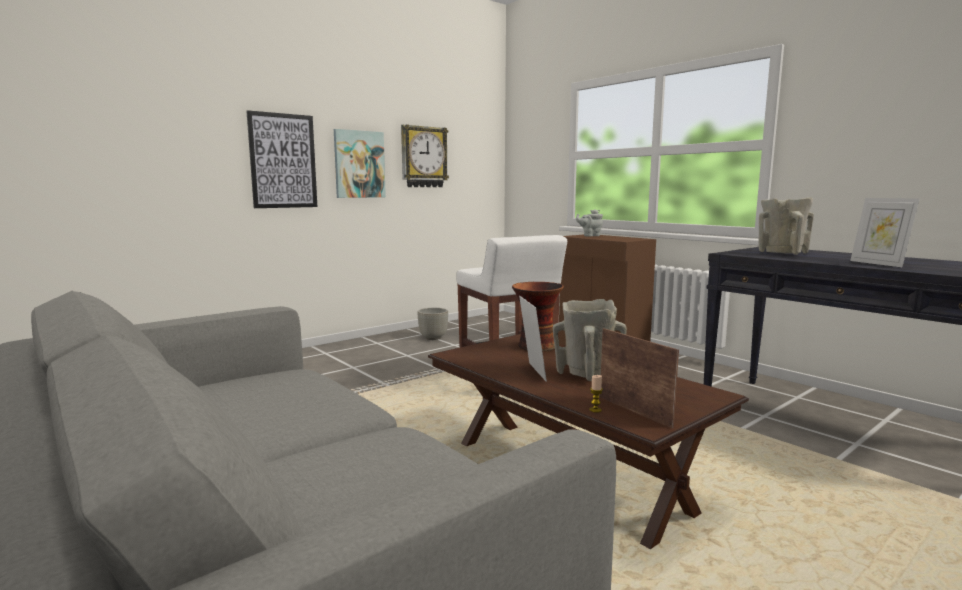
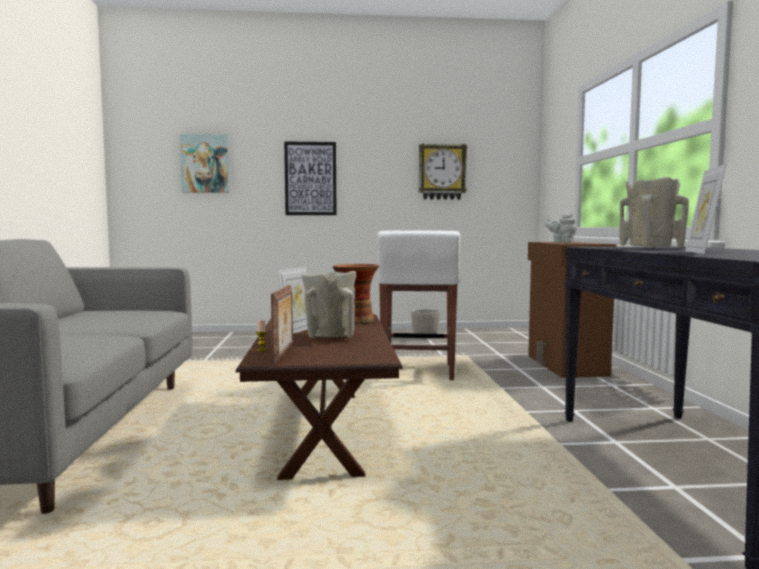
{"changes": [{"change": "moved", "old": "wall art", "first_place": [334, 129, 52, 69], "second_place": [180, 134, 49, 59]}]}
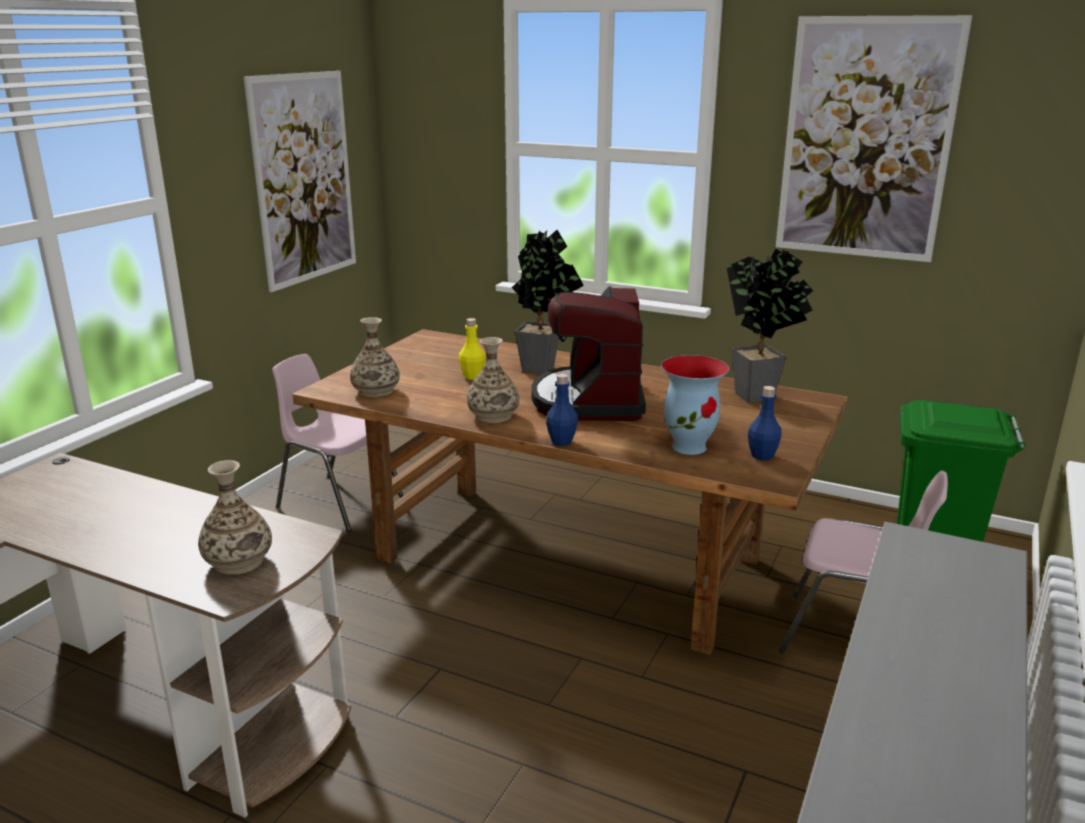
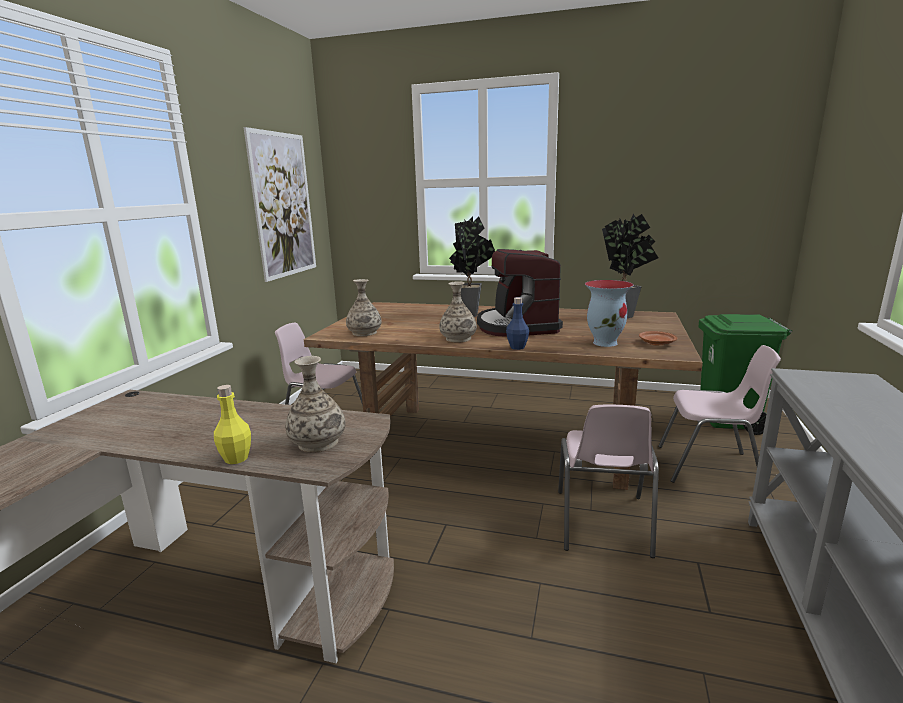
{"changes": [{"change": "removed", "old": "wall art", "first_place": [776, 15, 196, 247]}, {"change": "added", "new": "pinkish upright chair", "second_place": [558, 405, 101, 153]}, {"change": "moved", "old": "yellow bottle", "first_place": [459, 318, 27, 62], "second_place": [214, 385, 37, 79]}, {"change": "replaced", "old": "blue bottle", "new": "brown plate", "first_place": [748, 386, 34, 75], "second_place": [639, 331, 38, 15]}]}
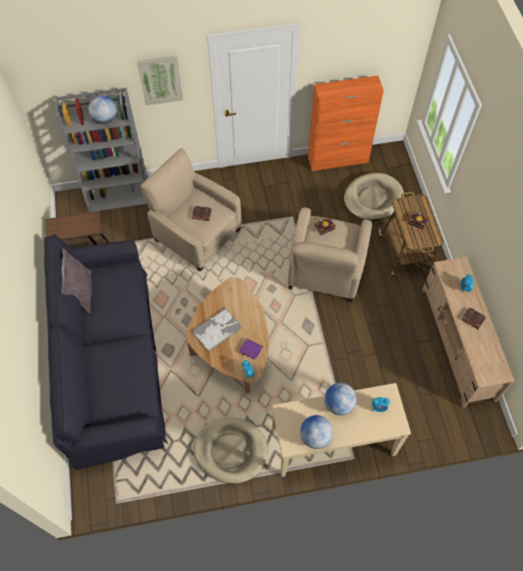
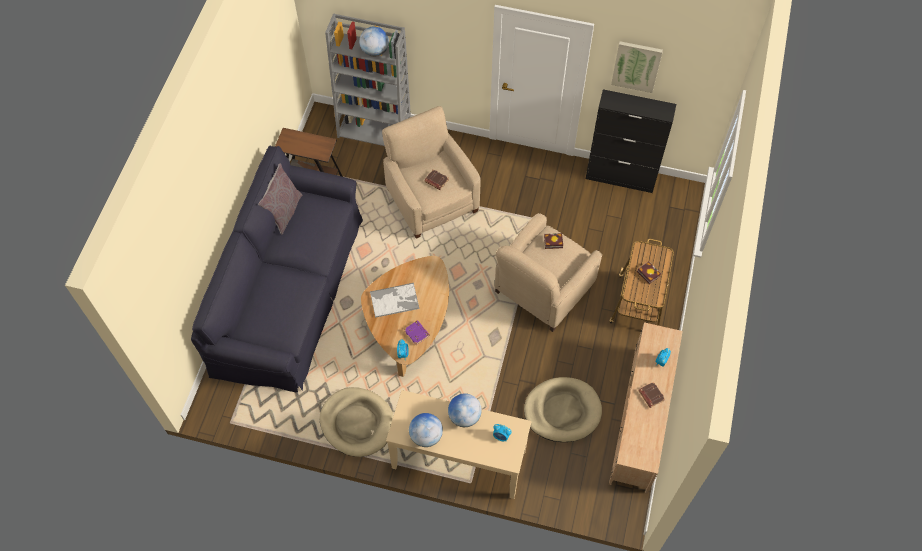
{"changes": [{"change": "moved", "old": "wall art", "first_place": [137, 56, 46, 49], "second_place": [611, 41, 52, 52]}, {"change": "moved", "old": "sand-coloured dog bed", "first_place": [344, 173, 60, 48], "second_place": [524, 377, 78, 65]}, {"change": "recoloured", "old": "orange cupboard", "new": "black cupboard", "first_place": [308, 76, 76, 95], "second_place": [586, 89, 90, 104]}]}
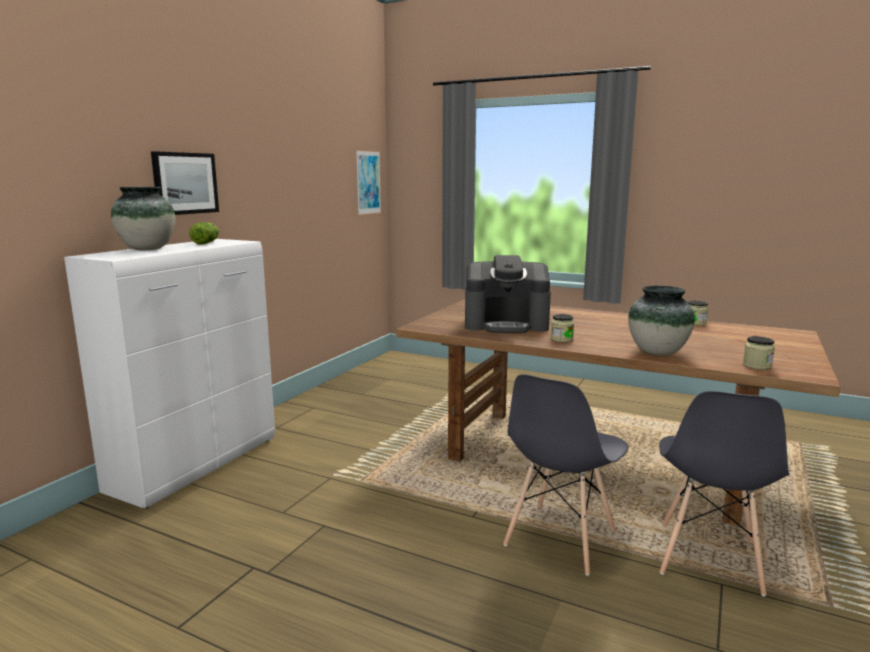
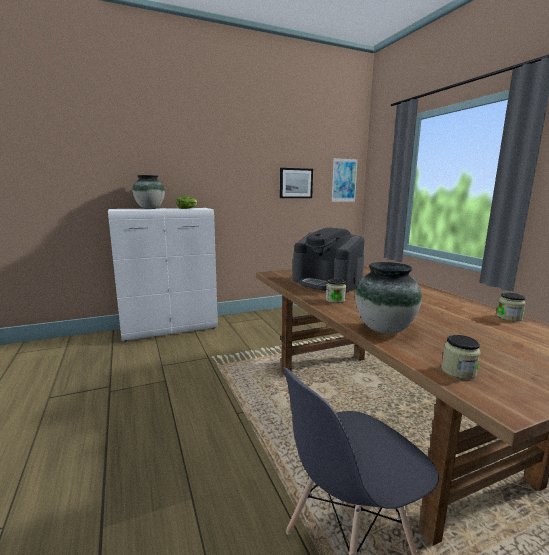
{"changes": [{"change": "removed", "old": "grey upright chair", "first_place": [503, 374, 125, 202]}, {"change": "moved", "old": "wall art", "first_place": [151, 151, 68, 64], "second_place": [280, 168, 33, 30]}]}
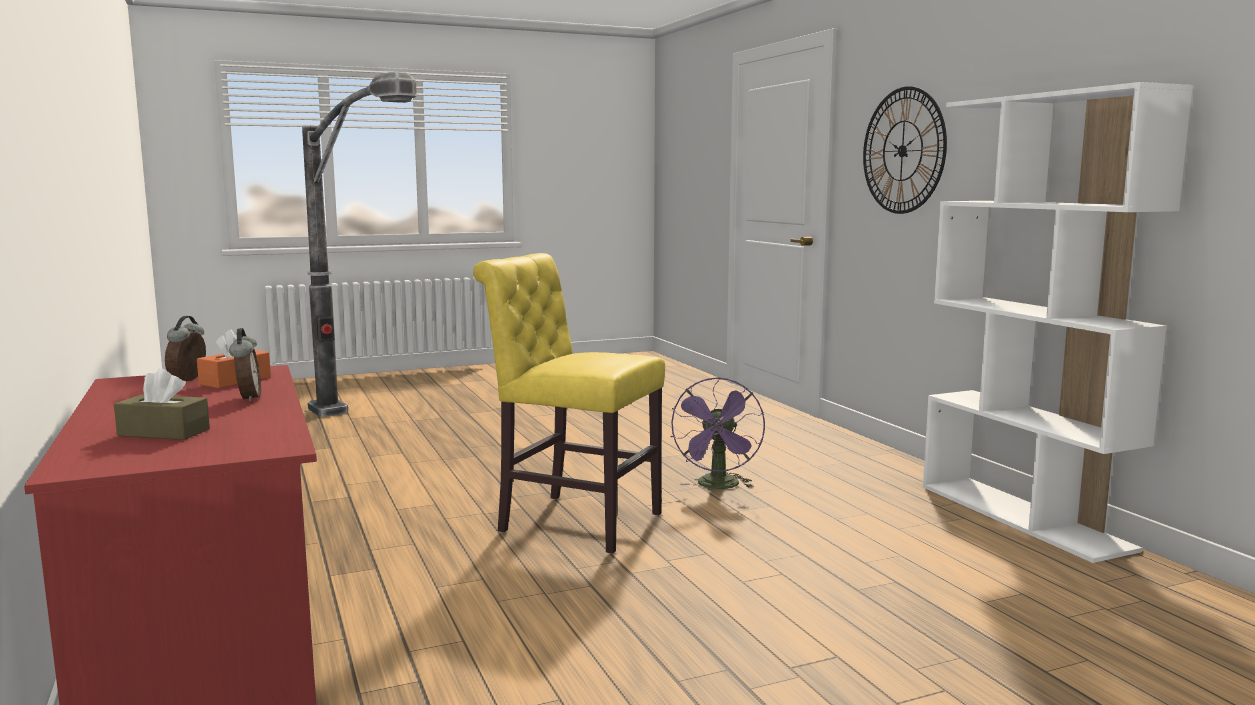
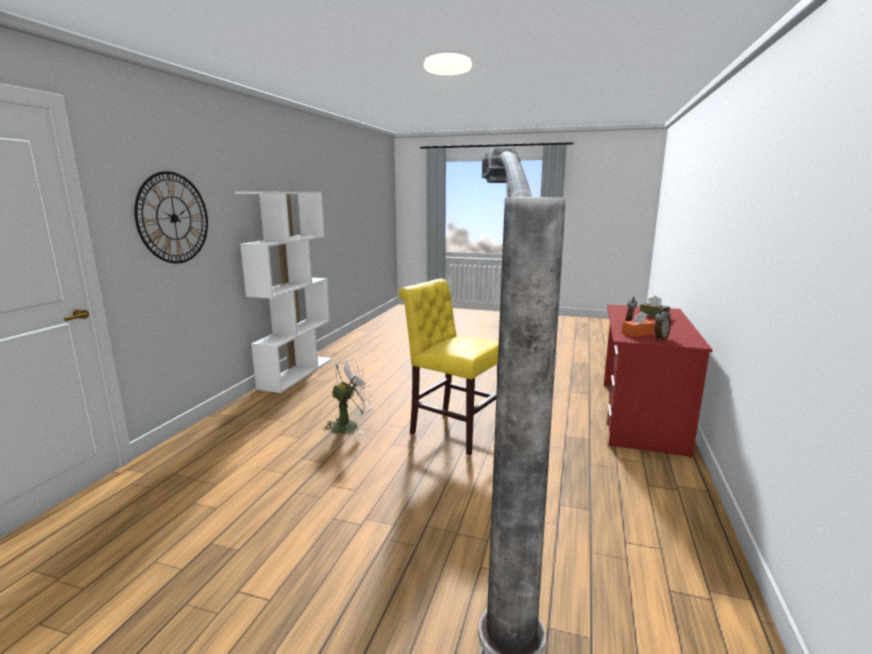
{"changes": [{"change": "recoloured", "old": "purplish cooling fan", "new": "whitish cooling fan", "first_place": [671, 377, 94, 112], "second_place": [322, 360, 52, 73]}, {"change": "turned", "old": "yellow upright chair", "first_place": [473, 253, 192, 301], "second_place": [398, 279, 101, 176], "degrees": 150}]}
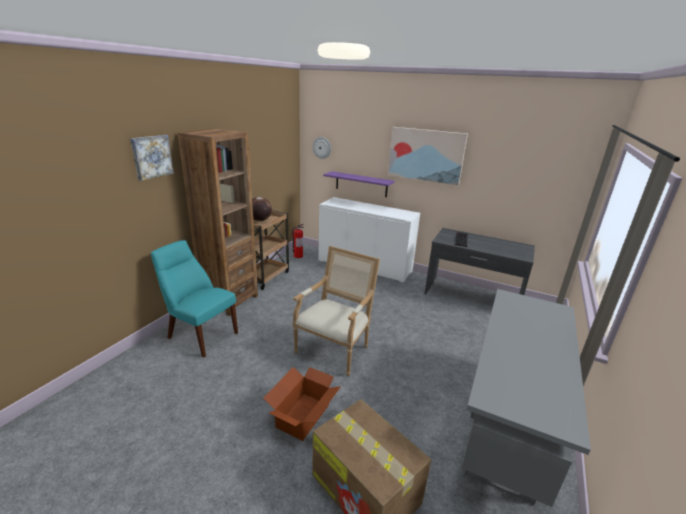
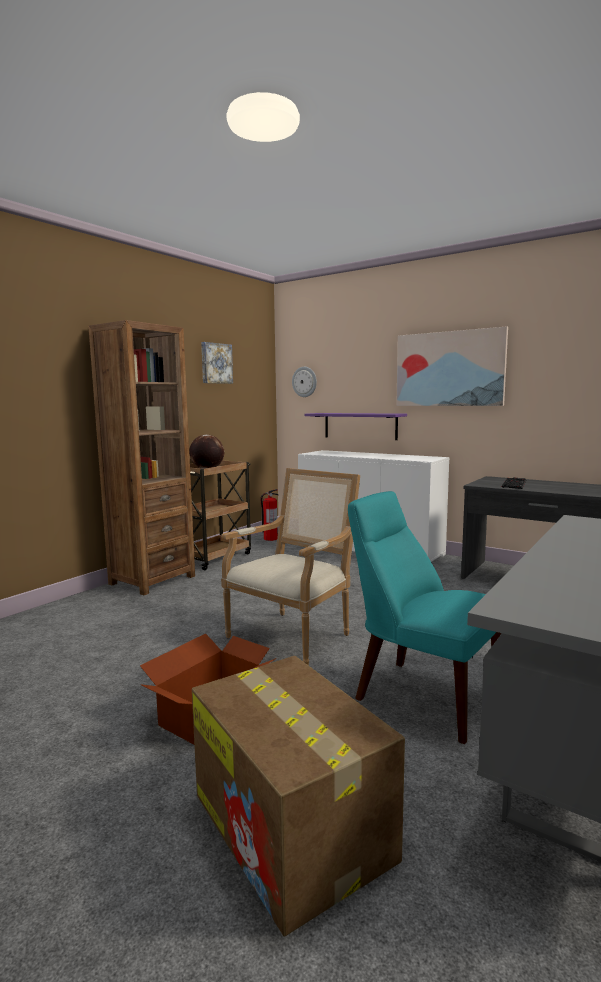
{"changes": [{"change": "moved", "old": "wall art", "first_place": [130, 135, 44, 46], "second_place": [201, 342, 32, 42]}, {"change": "moved", "old": "blue-green upright chair", "first_place": [151, 240, 87, 117], "second_place": [348, 491, 154, 253]}]}
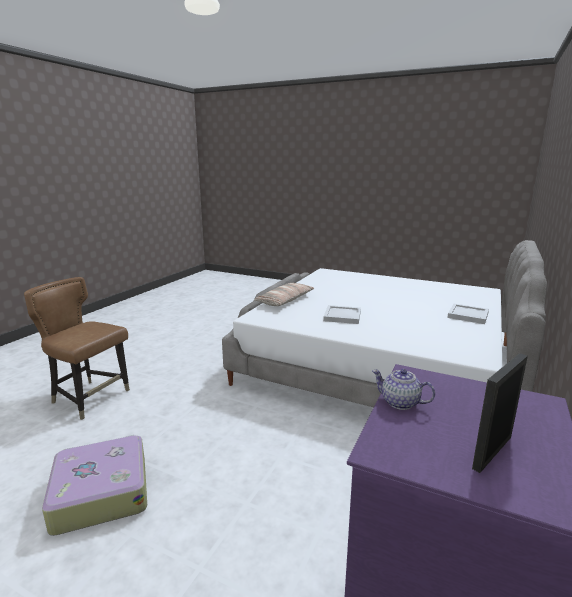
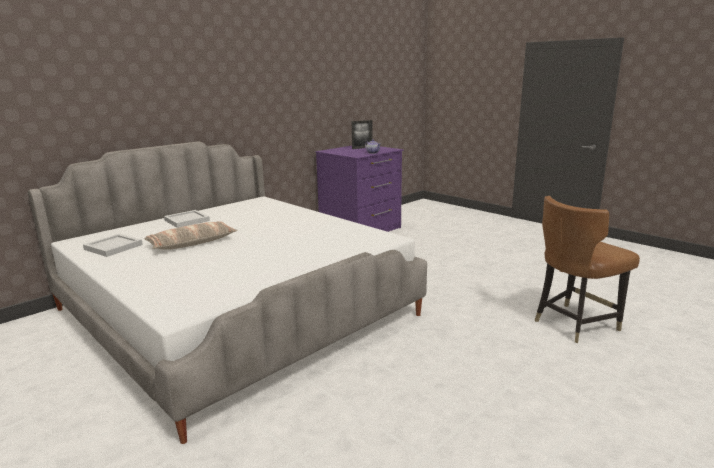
{"changes": [{"change": "removed", "old": "suitcase", "first_place": [42, 435, 105, 101]}, {"change": "moved", "old": "pillow", "first_place": [254, 283, 60, 23], "second_place": [144, 221, 93, 29]}, {"change": "moved", "old": "whitish tray", "first_place": [323, 305, 38, 19], "second_place": [83, 234, 60, 23]}, {"change": "turned", "old": "brown upright chair", "first_place": [24, 277, 106, 143], "second_place": [534, 196, 106, 147], "degrees": 105}]}
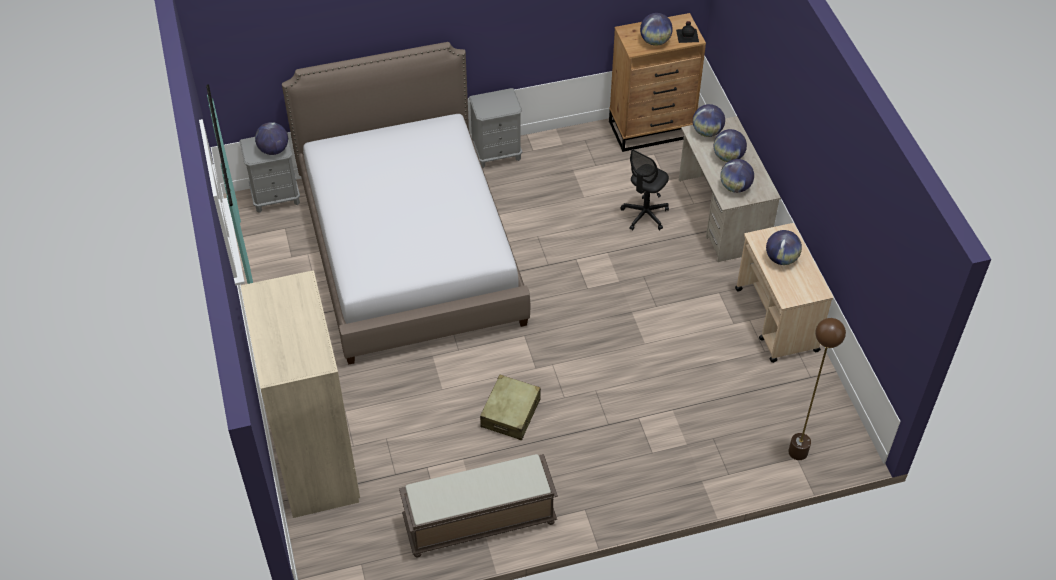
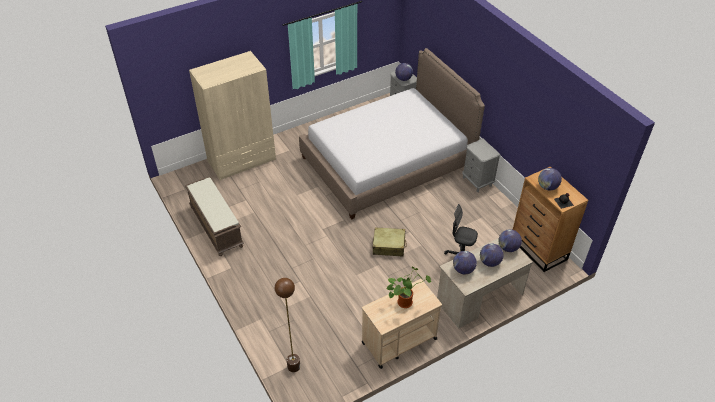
{"changes": [{"change": "moved", "old": "sand-coloured suitcase", "first_place": [480, 374, 61, 66], "second_place": [373, 227, 34, 29]}, {"change": "replaced", "old": "world globe", "new": "houseplant", "first_place": [766, 230, 36, 35], "second_place": [387, 267, 44, 41]}]}
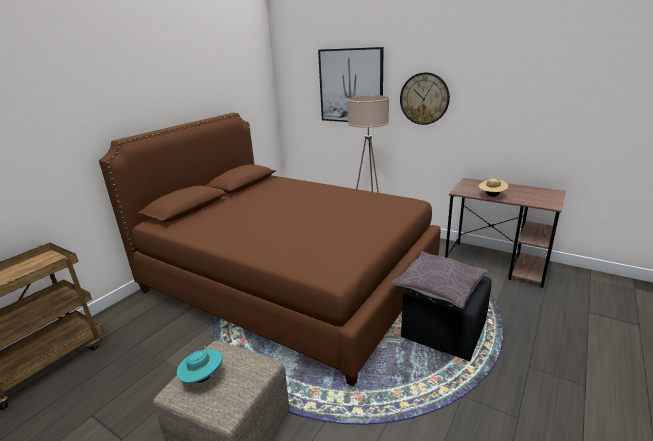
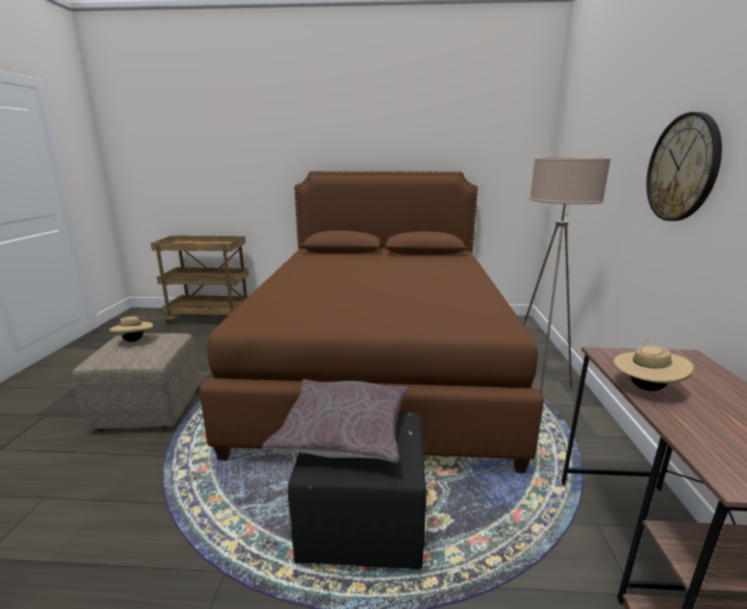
{"changes": [{"change": "removed", "old": "wall art", "first_place": [318, 47, 66, 75]}, {"change": "recoloured", "old": "blue-green hat", "new": "sand-coloured hat", "first_place": [177, 345, 46, 38], "second_place": [109, 316, 44, 26]}]}
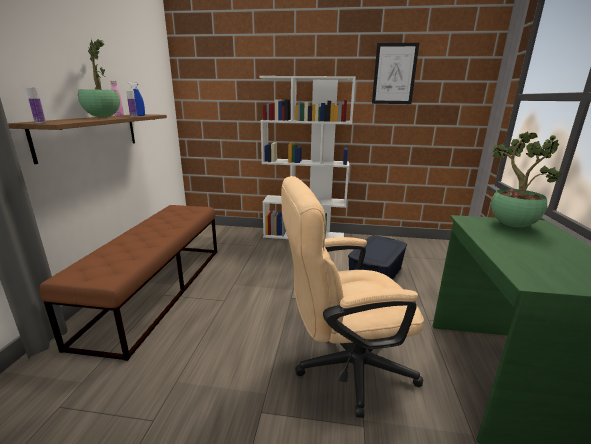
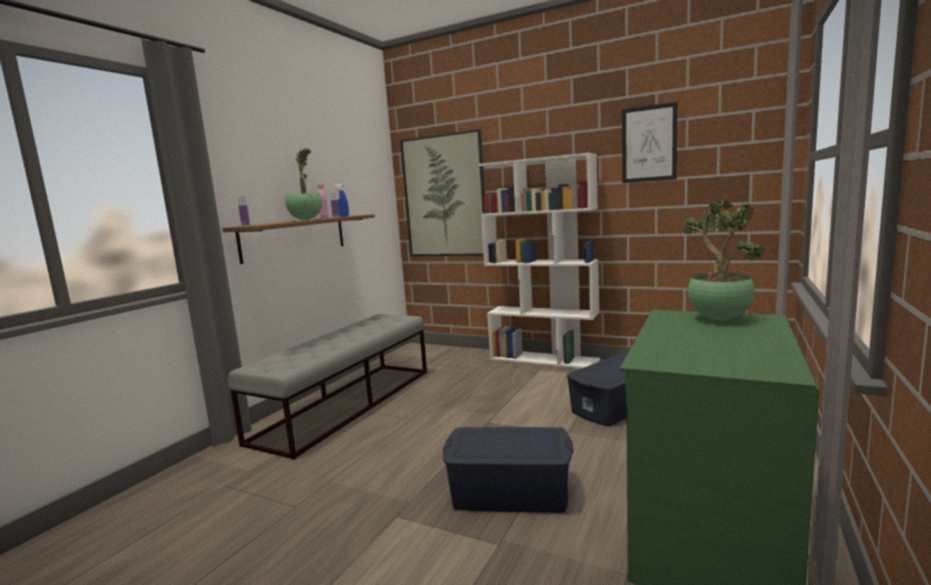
{"changes": [{"change": "added", "new": "wall art", "second_place": [400, 129, 85, 127]}, {"change": "replaced", "old": "sand-coloured computer chair", "new": "blue storage bin", "first_place": [281, 176, 143, 242], "second_place": [443, 427, 130, 86]}, {"change": "recoloured", "old": "brown bench", "new": "grey bench", "first_place": [39, 205, 178, 156], "second_place": [228, 314, 199, 146]}]}
